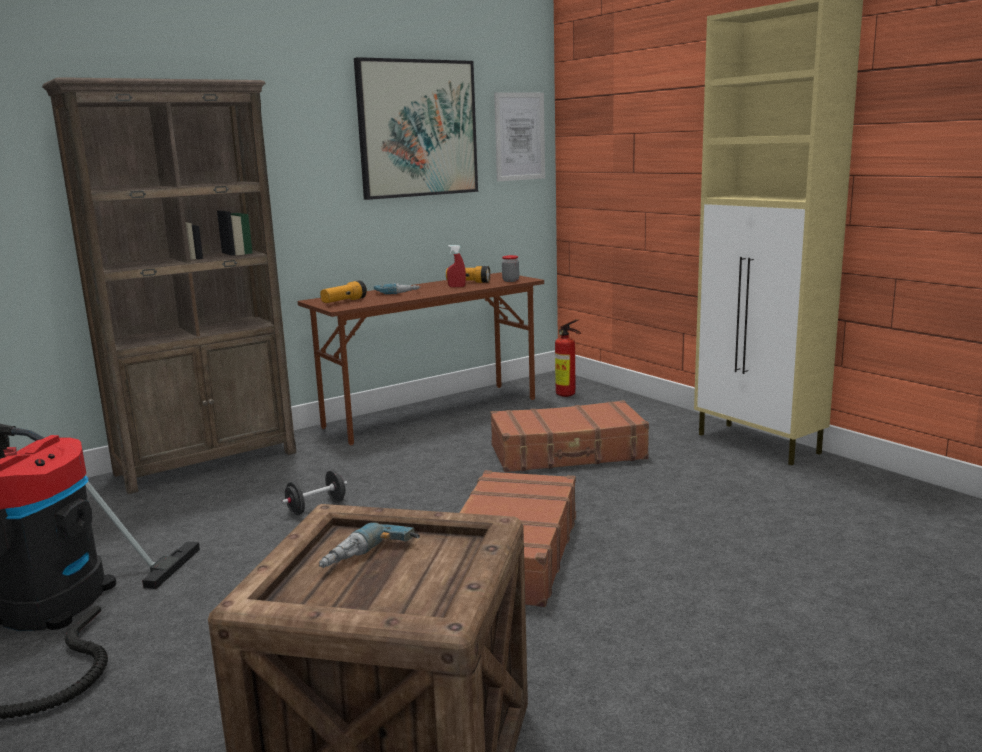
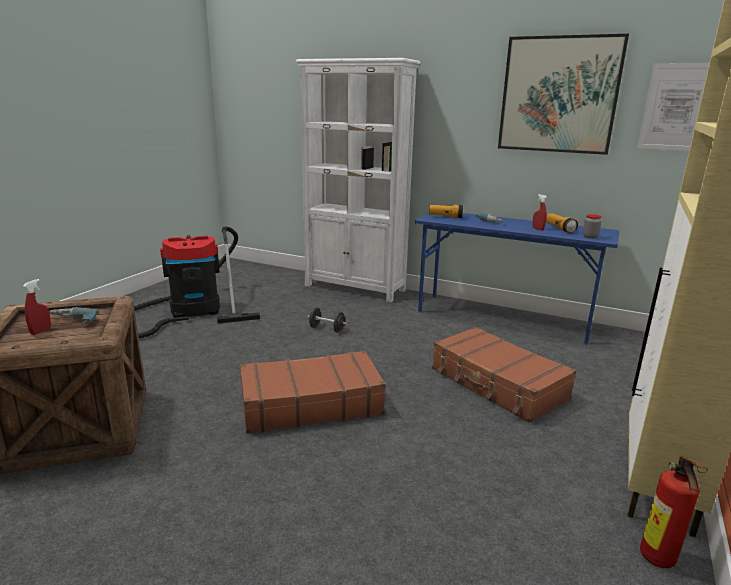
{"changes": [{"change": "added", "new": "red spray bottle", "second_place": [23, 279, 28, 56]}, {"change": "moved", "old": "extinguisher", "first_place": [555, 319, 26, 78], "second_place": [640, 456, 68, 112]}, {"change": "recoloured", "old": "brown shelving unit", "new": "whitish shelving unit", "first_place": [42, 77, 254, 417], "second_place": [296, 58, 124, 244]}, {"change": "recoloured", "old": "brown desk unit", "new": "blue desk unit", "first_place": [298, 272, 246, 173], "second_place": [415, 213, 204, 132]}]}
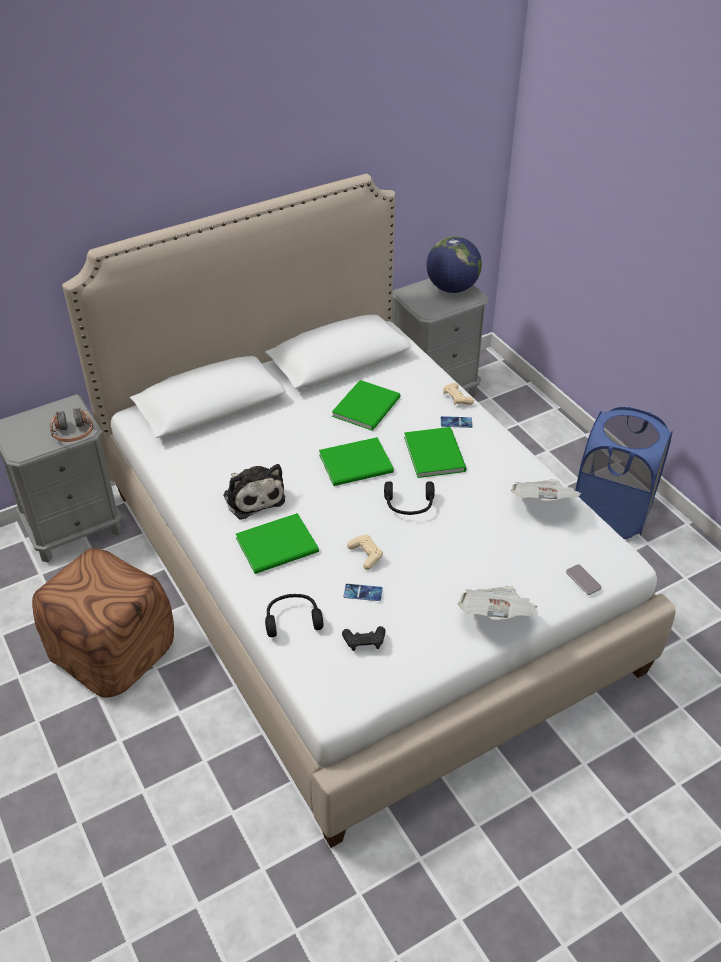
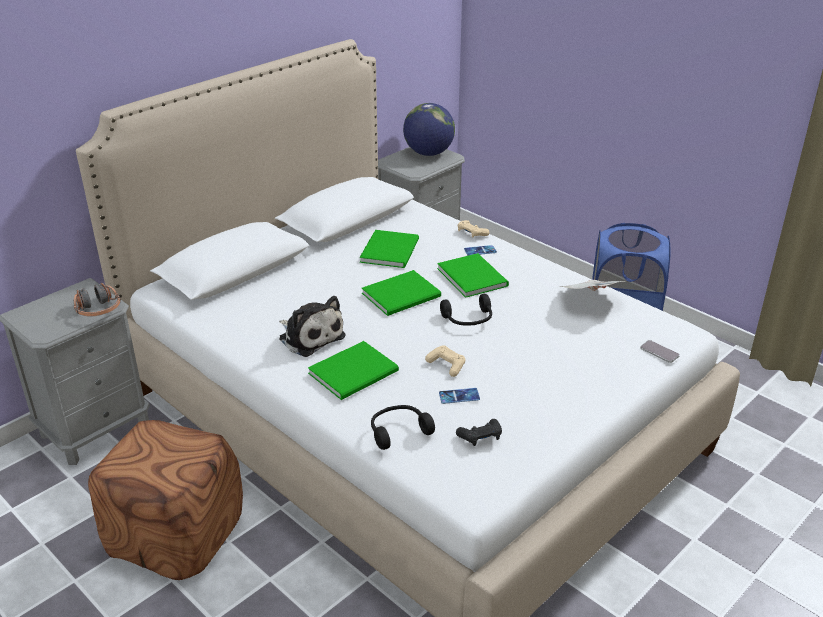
{"changes": [{"change": "removed", "old": "printed paper", "first_place": [458, 586, 80, 34]}]}
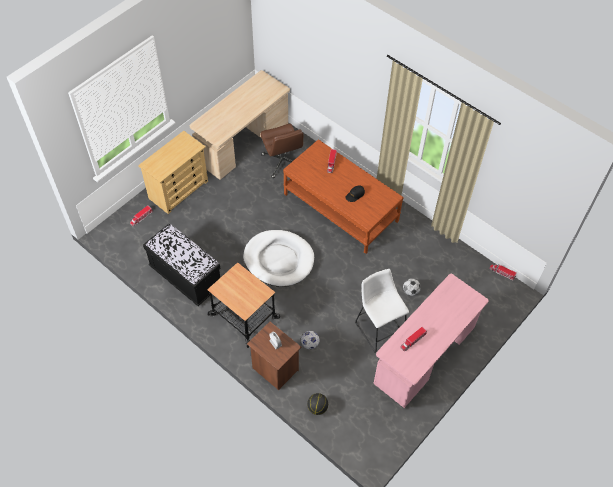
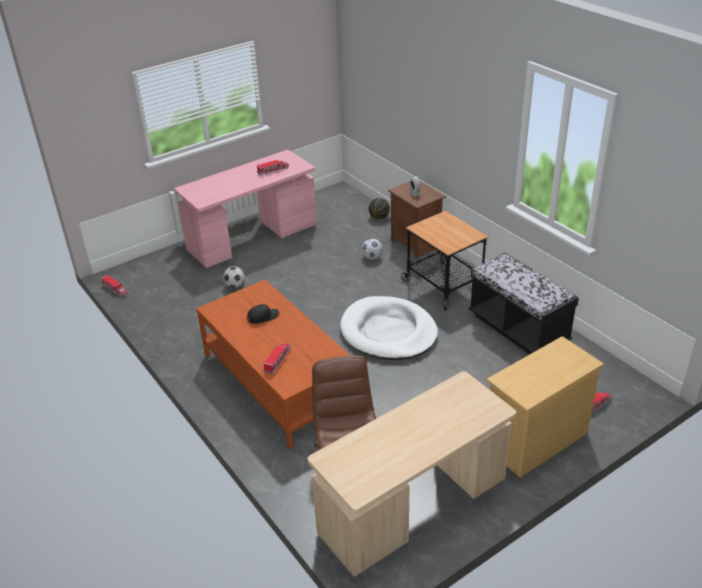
{"changes": [{"change": "removed", "old": "whitish sitting stool", "first_place": [355, 269, 54, 84]}]}
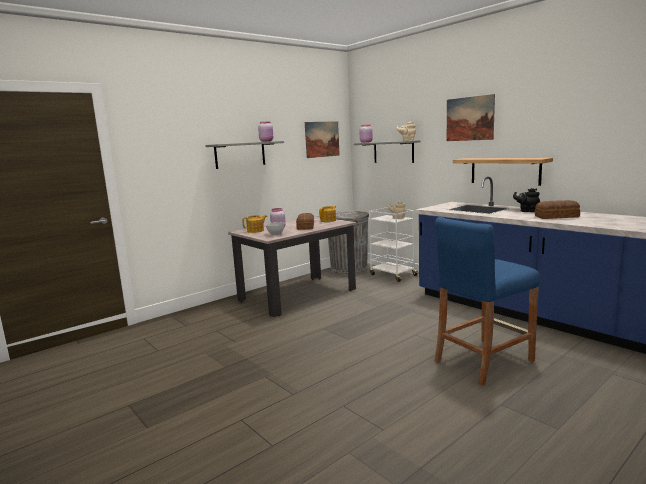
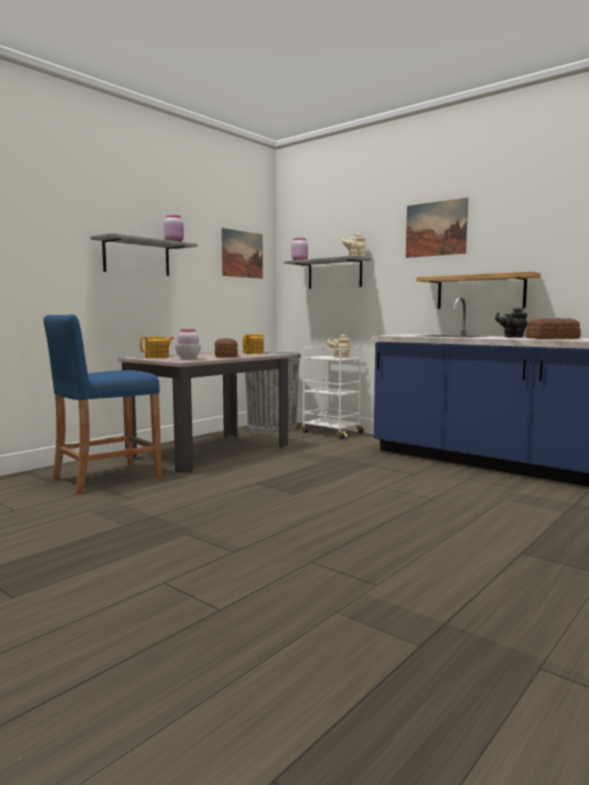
{"changes": [{"change": "moved", "old": "blue sitting stool", "first_place": [434, 217, 105, 168], "second_place": [44, 314, 118, 181]}]}
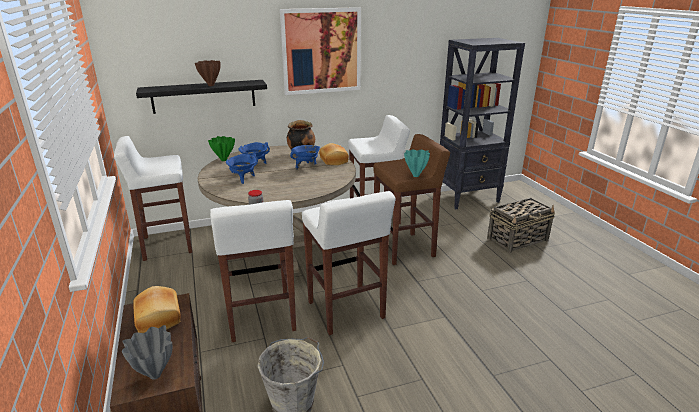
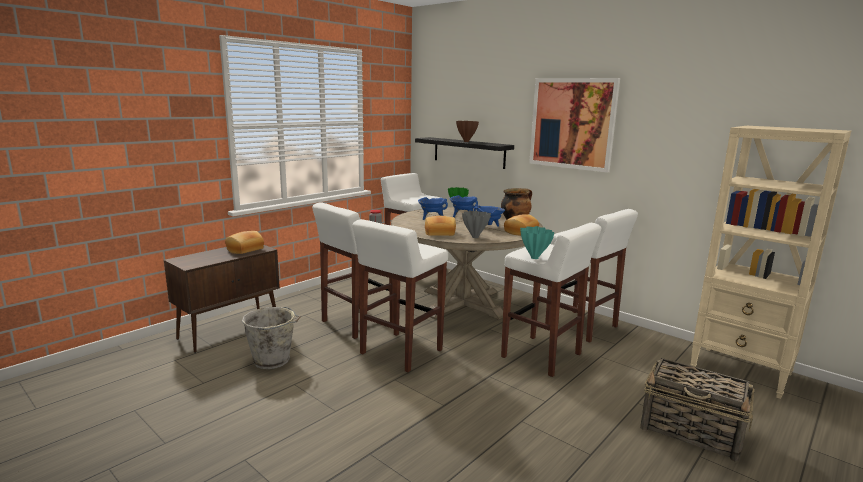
{"changes": [{"change": "added", "new": "baked bread", "second_place": [425, 216, 31, 20]}, {"change": "moved", "old": "grey vase", "first_place": [122, 325, 50, 55], "second_place": [462, 211, 29, 27]}, {"change": "recoloured", "old": "brown sitting stool", "new": "whitish sitting stool", "first_place": [373, 134, 77, 131], "second_place": [501, 223, 100, 154]}, {"change": "recoloured", "old": "black shelving unit", "new": "sand-coloured shelving unit", "first_place": [440, 38, 85, 171], "second_place": [690, 126, 161, 273]}]}
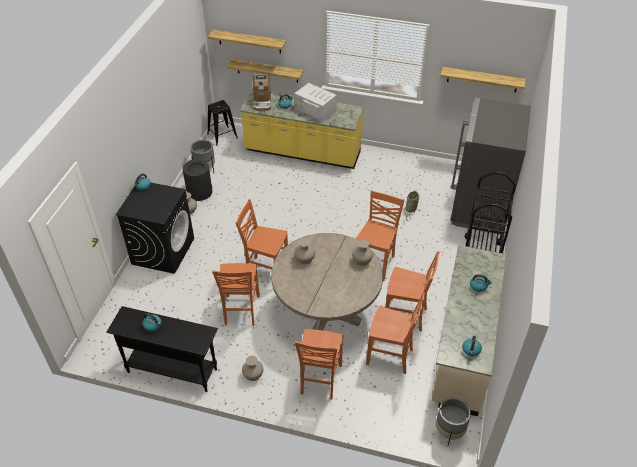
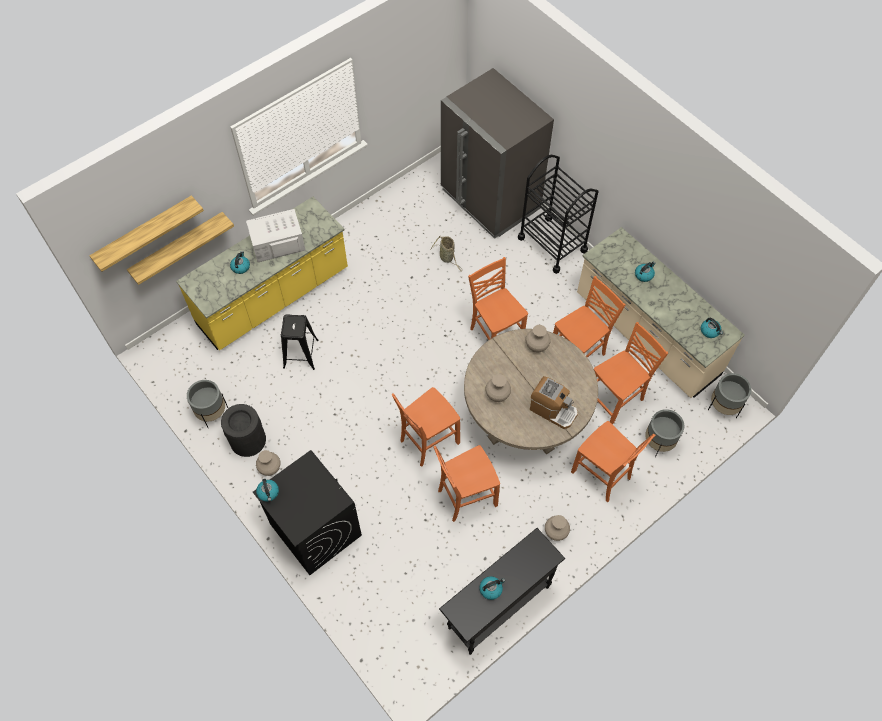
{"changes": [{"change": "removed", "old": "bracket shelf", "first_place": [440, 67, 86, 25]}, {"change": "added", "new": "grey plant pot", "second_place": [645, 409, 39, 48]}, {"change": "moved", "old": "black sitting stool", "first_place": [208, 100, 30, 46], "second_place": [281, 314, 38, 56]}, {"change": "moved", "old": "coffee maker", "first_place": [253, 74, 18, 37], "second_place": [530, 376, 48, 53]}, {"change": "turned", "old": "orange upright chair", "first_place": [212, 263, 48, 63], "second_place": [433, 445, 67, 77], "degrees": 120}]}
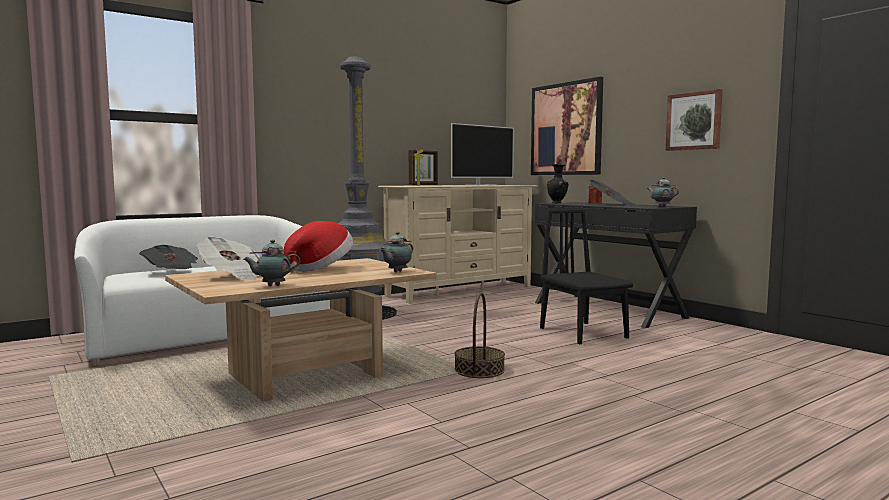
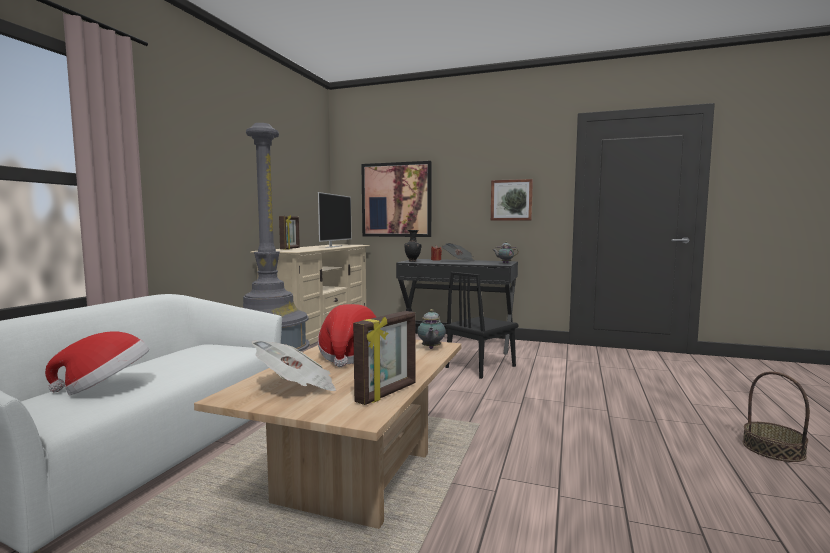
{"changes": [{"change": "moved", "old": "household basket", "first_place": [454, 293, 51, 85], "second_place": [743, 372, 67, 90]}, {"change": "replaced", "old": "printed paper", "new": "hat", "first_place": [139, 245, 58, 24], "second_place": [45, 331, 104, 64]}, {"change": "replaced", "old": "pot for tea", "new": "picture frame", "first_place": [243, 240, 57, 46], "second_place": [353, 311, 62, 94]}, {"change": "turned", "old": "black upright chair", "first_place": [540, 209, 93, 135], "second_place": [445, 272, 73, 107], "degrees": -75}]}
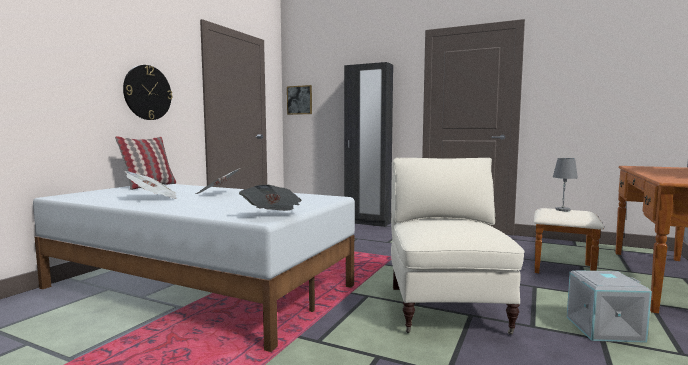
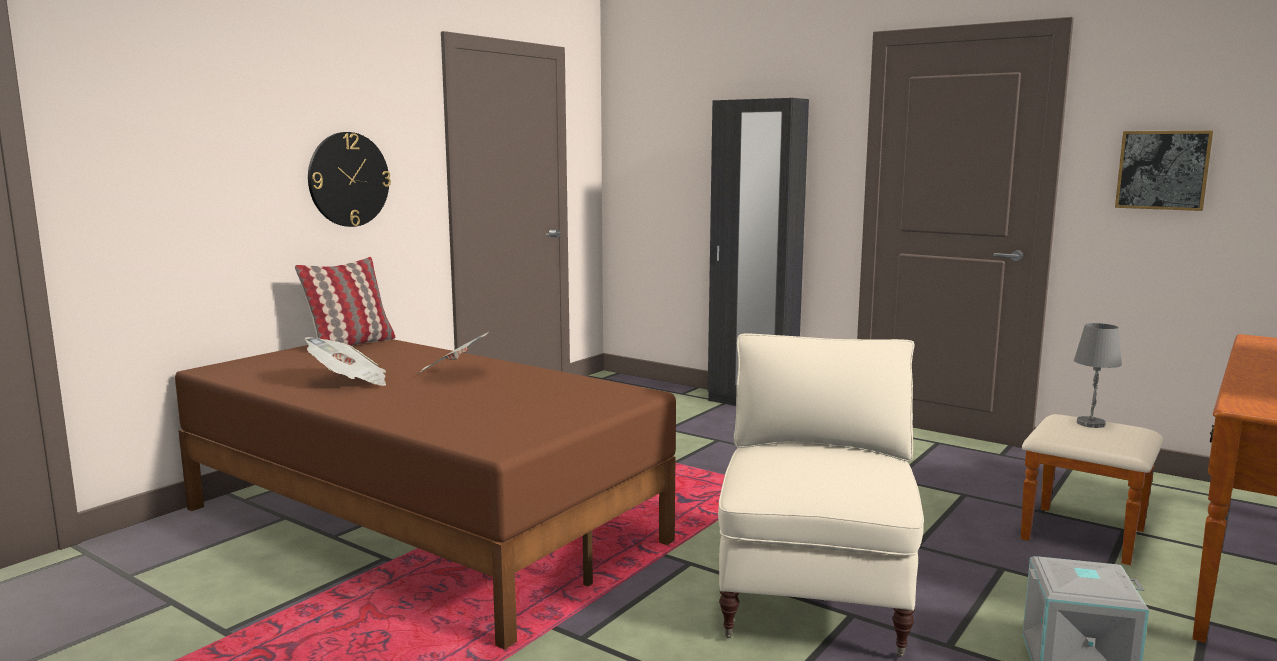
{"changes": [{"change": "removed", "old": "printed paper", "first_place": [239, 184, 62, 27]}, {"change": "moved", "old": "wall art", "first_place": [287, 85, 25, 30], "second_place": [1115, 131, 98, 80]}, {"change": "recoloured", "old": "whitish bed", "new": "brown bed", "first_place": [33, 184, 322, 168], "second_place": [175, 339, 501, 311]}]}
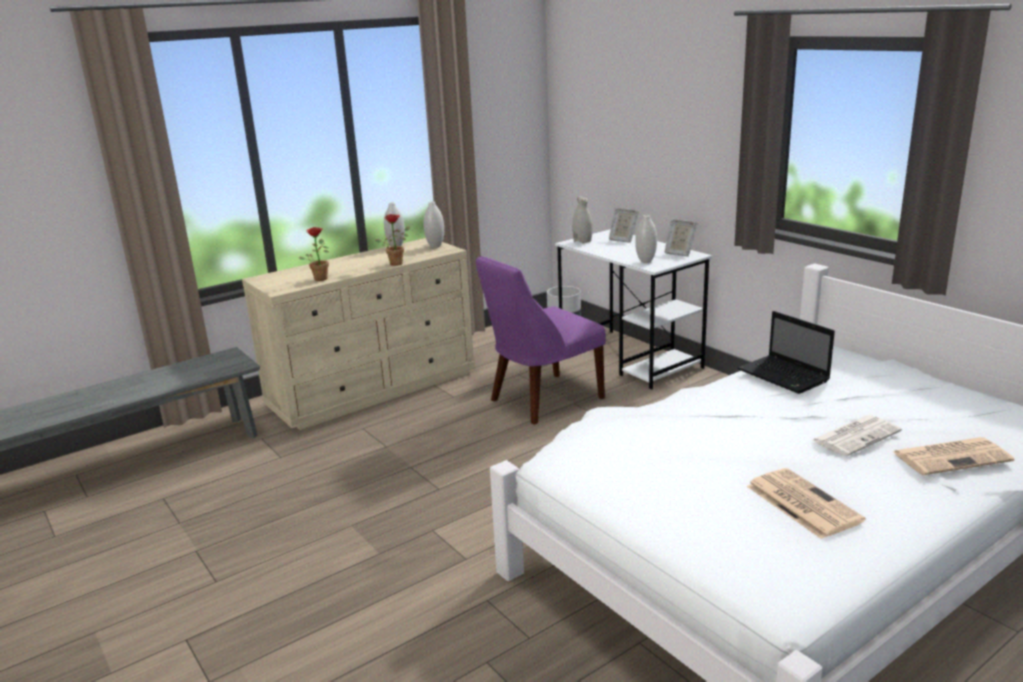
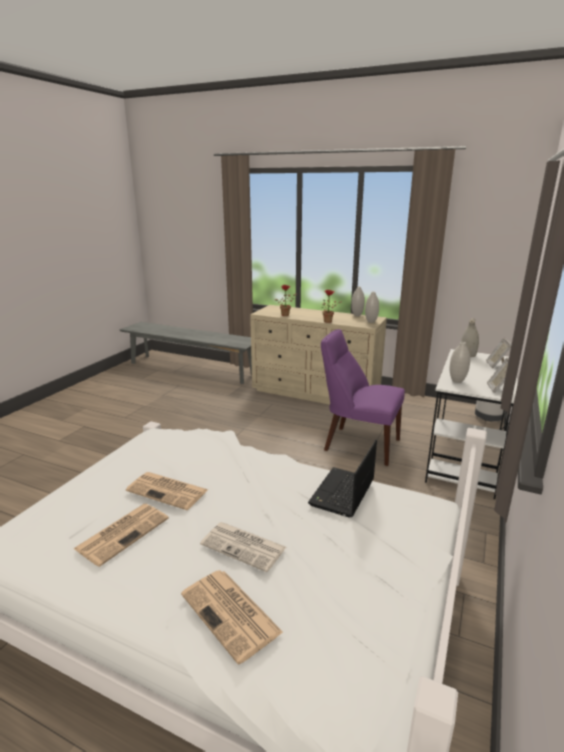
{"changes": [{"change": "added", "new": "printed paper", "second_place": [126, 472, 82, 38]}]}
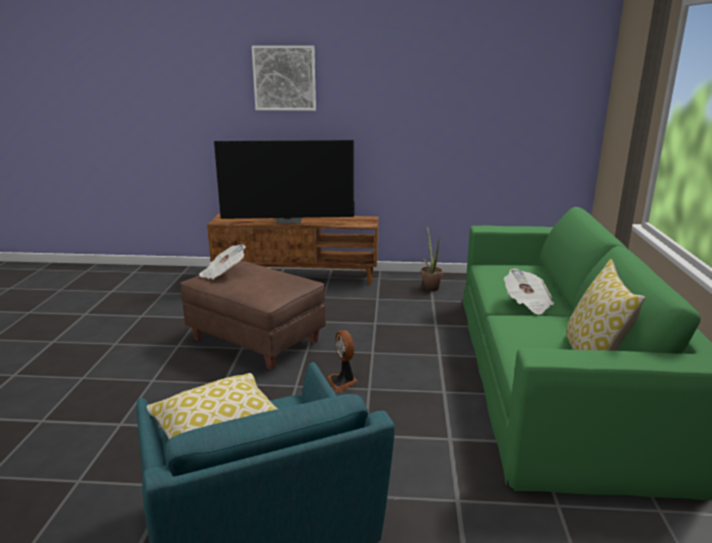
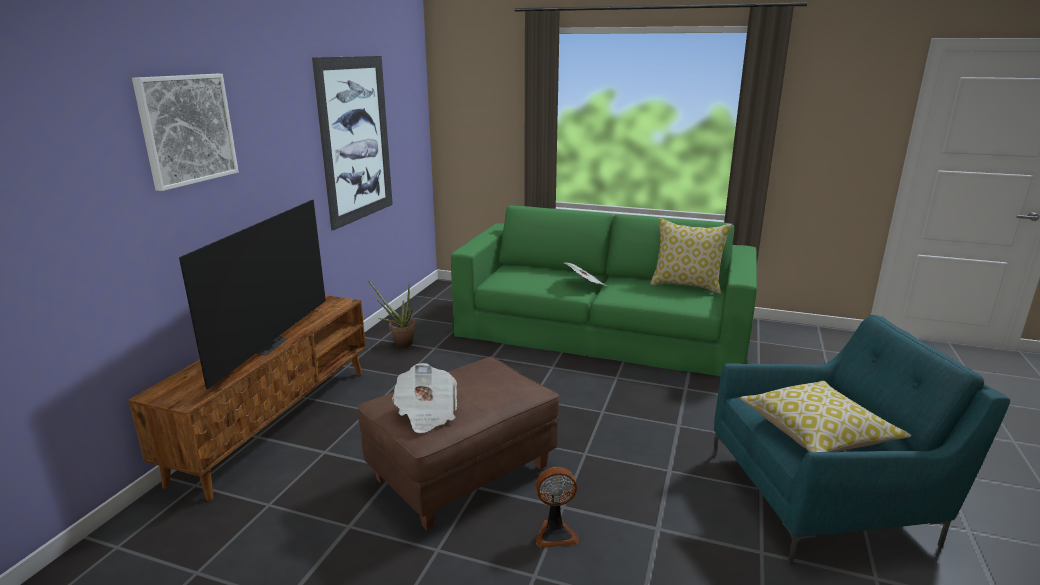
{"changes": [{"change": "added", "new": "wall art", "second_place": [312, 56, 81, 175]}, {"change": "moved", "old": "cooling fan", "first_place": [326, 330, 31, 62], "second_place": [535, 467, 44, 81]}]}
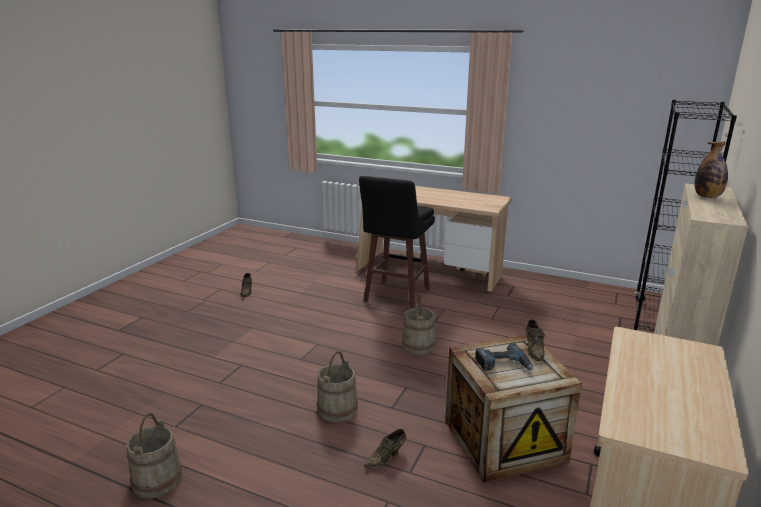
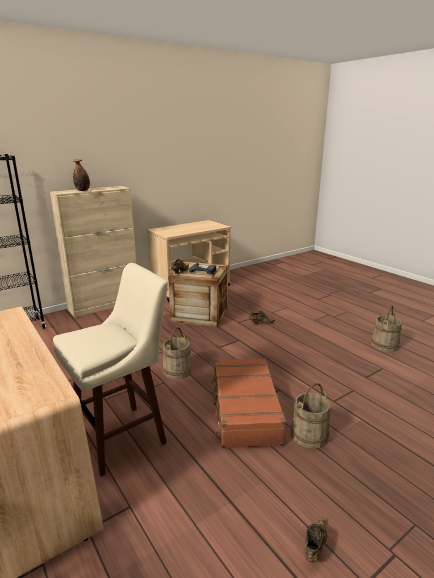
{"changes": [{"change": "added", "new": "brown suitcase", "second_place": [211, 358, 75, 90]}, {"change": "moved", "old": "sand-coloured bucket", "first_place": [317, 351, 41, 72], "second_place": [291, 383, 39, 66]}, {"change": "recoloured", "old": "black sitting stool", "new": "sand-coloured sitting stool", "first_place": [359, 176, 76, 133], "second_place": [53, 263, 115, 214]}]}
